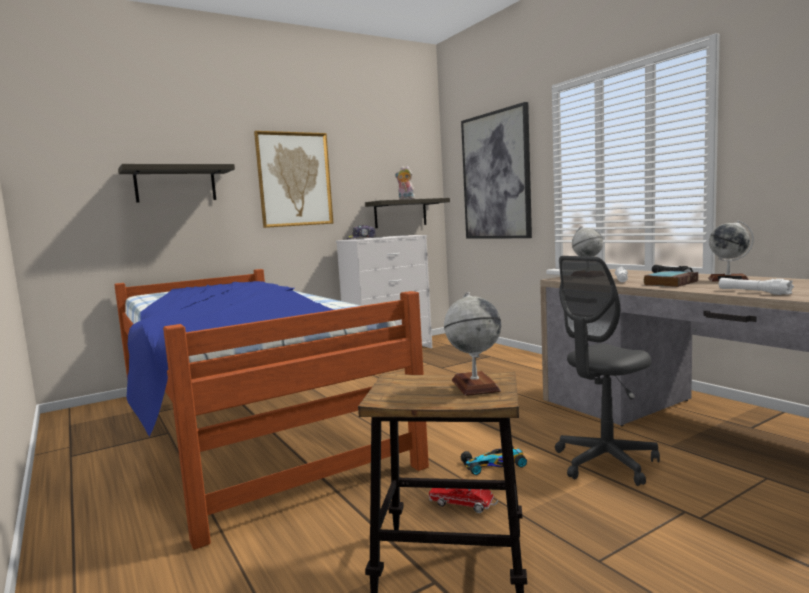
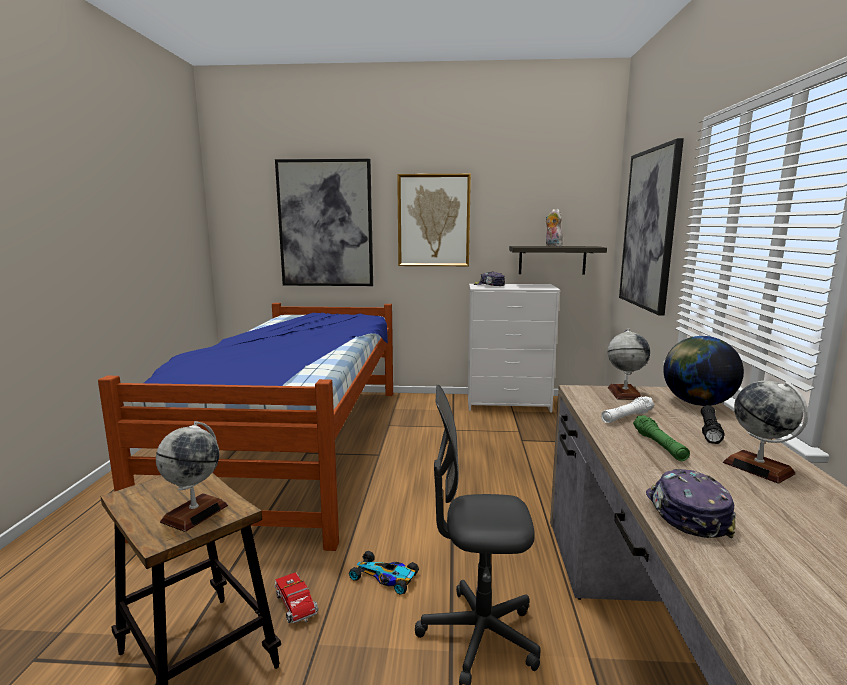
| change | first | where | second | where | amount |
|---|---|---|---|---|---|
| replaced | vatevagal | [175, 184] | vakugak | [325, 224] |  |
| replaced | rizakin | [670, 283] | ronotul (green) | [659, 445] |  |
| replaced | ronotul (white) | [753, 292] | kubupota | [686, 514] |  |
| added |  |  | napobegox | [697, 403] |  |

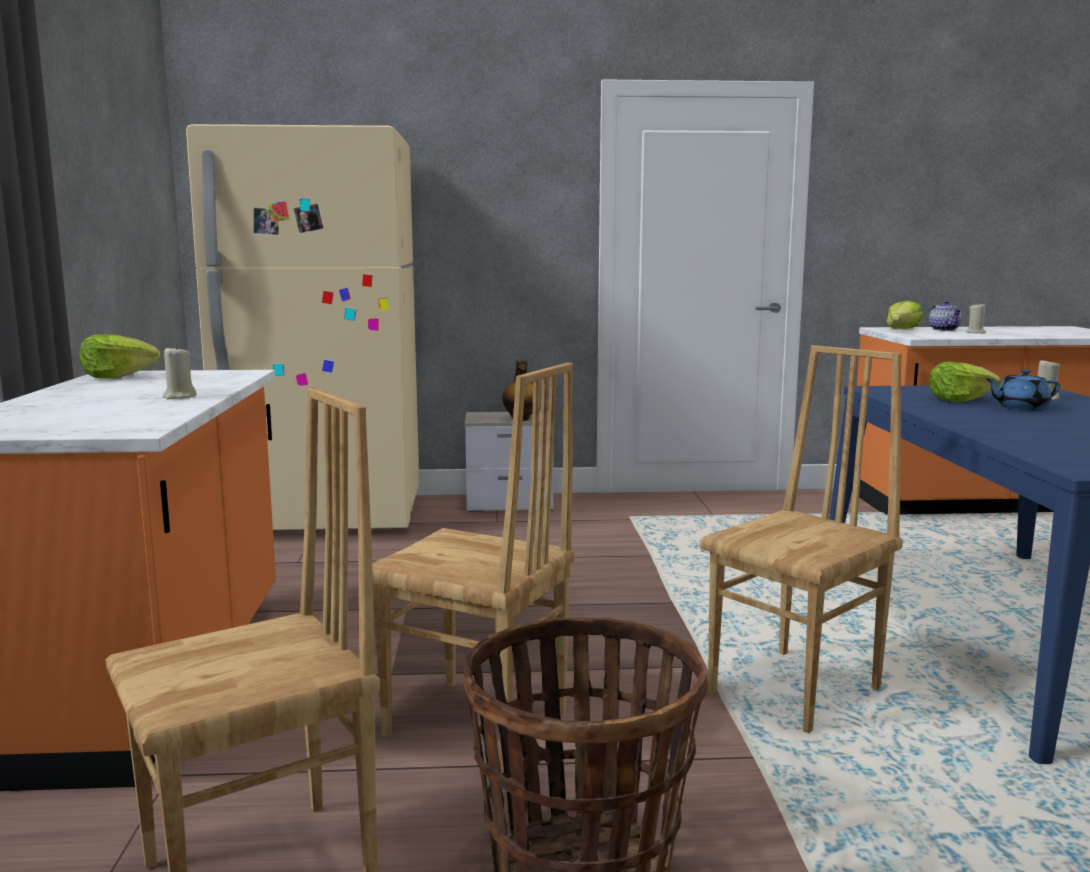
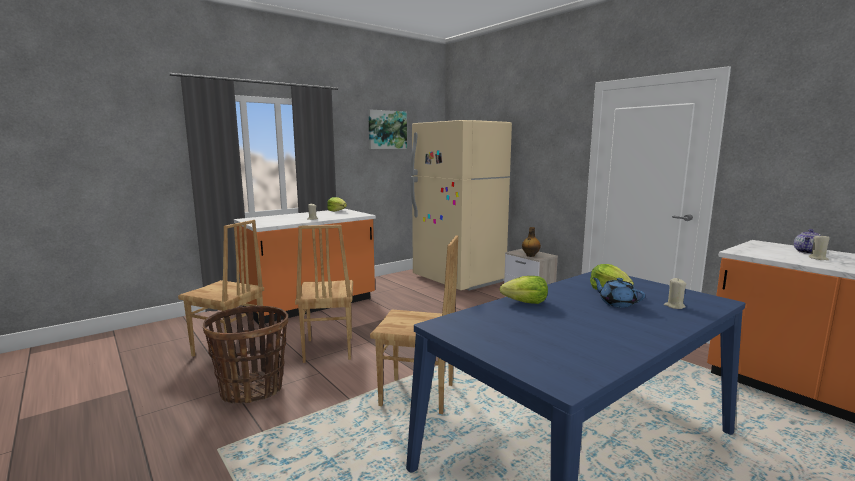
| change | first | where | second | where | amount |
|---|---|---|---|---|---|
| moved | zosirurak | [902, 329] |  | [525, 302] |  |
| added |  |  | vakugak | [387, 130] |  |

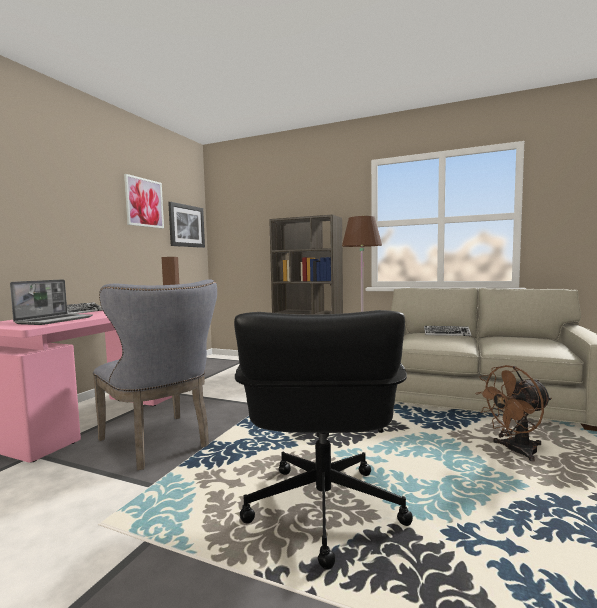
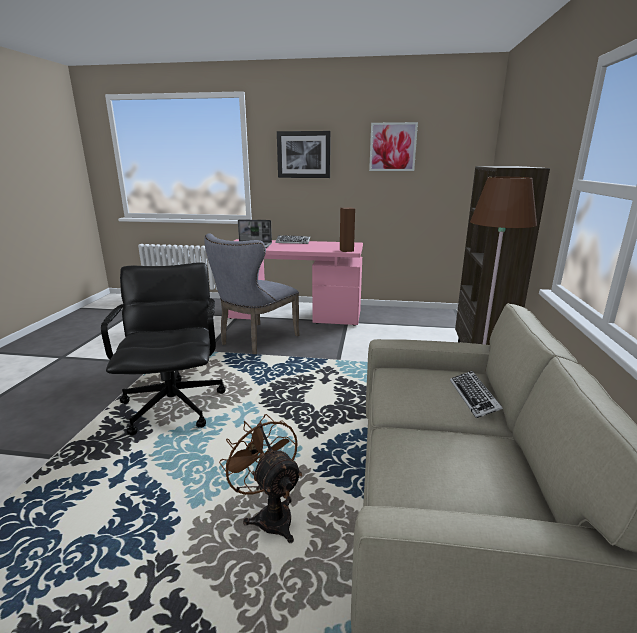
| change | first | where | second | where | amount |
|---|---|---|---|---|---|
| moved | vakugak | [186, 226] |  | [303, 154] |  |
| turned | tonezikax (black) | [322, 509] |  | [174, 405] | 90 degrees clockwise |

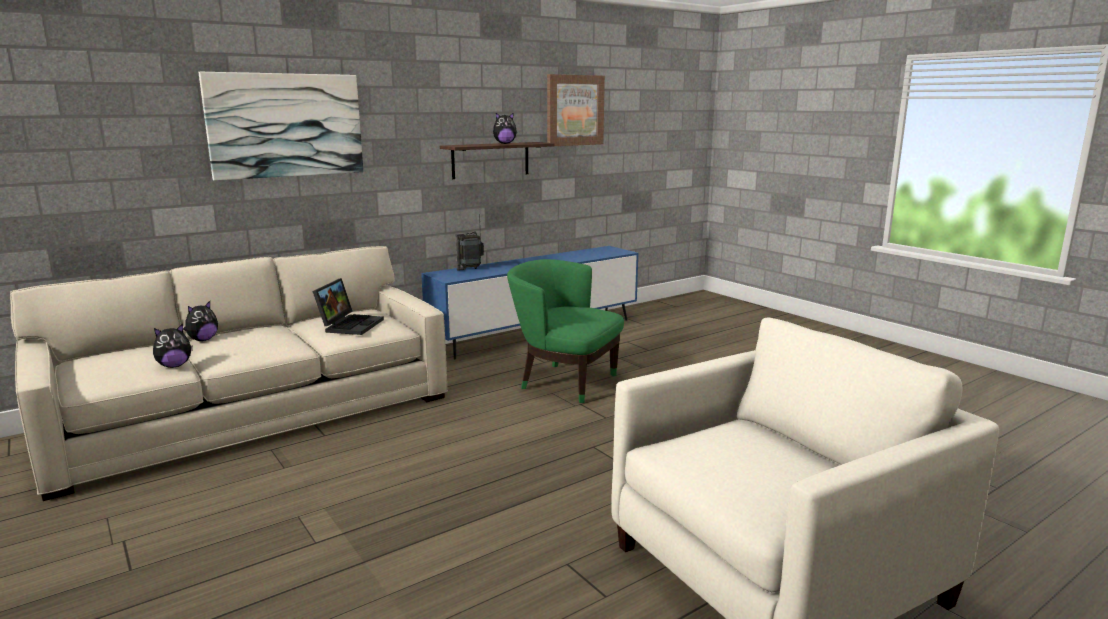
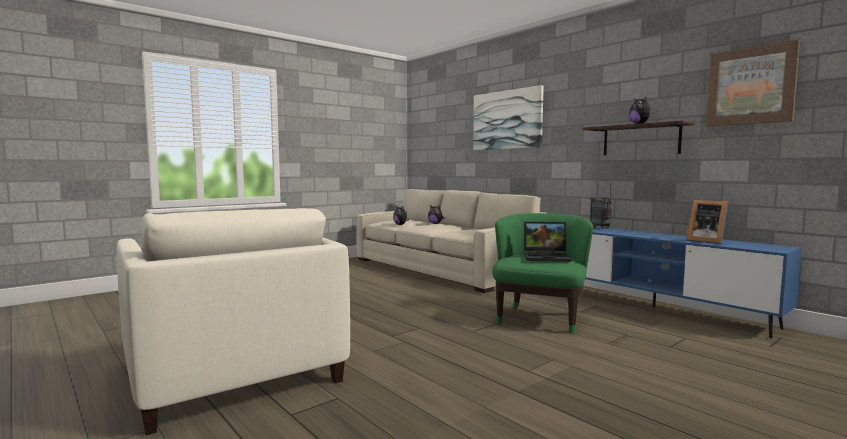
| change | first | where | second | where | amount |
|---|---|---|---|---|---|
| moved | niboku | [350, 325] |  | [547, 257] |  |
| added |  |  | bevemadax | [705, 241] |  |

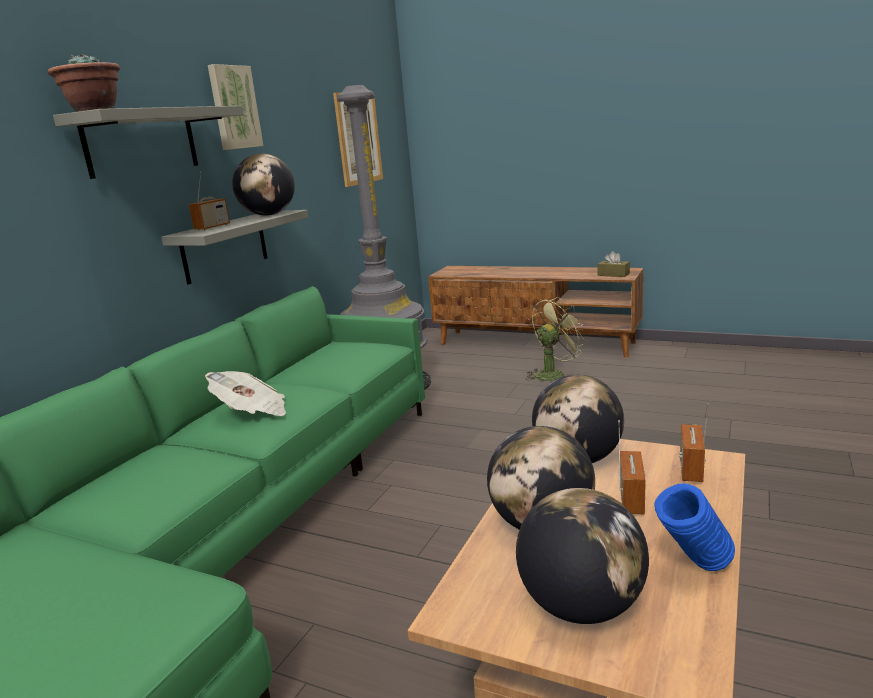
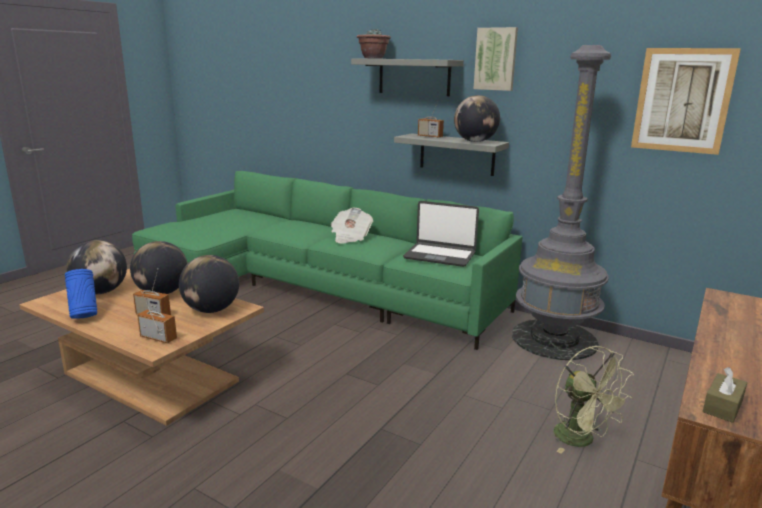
| change | first | where | second | where | amount |
|---|---|---|---|---|---|
| added |  |  | niboku | [440, 255] |  |

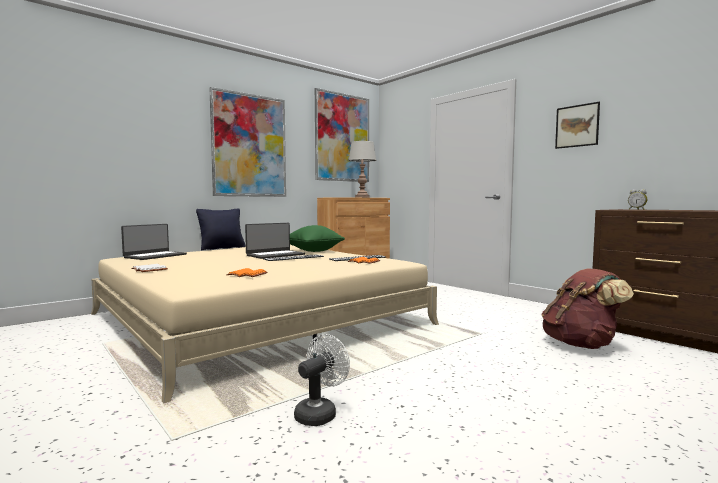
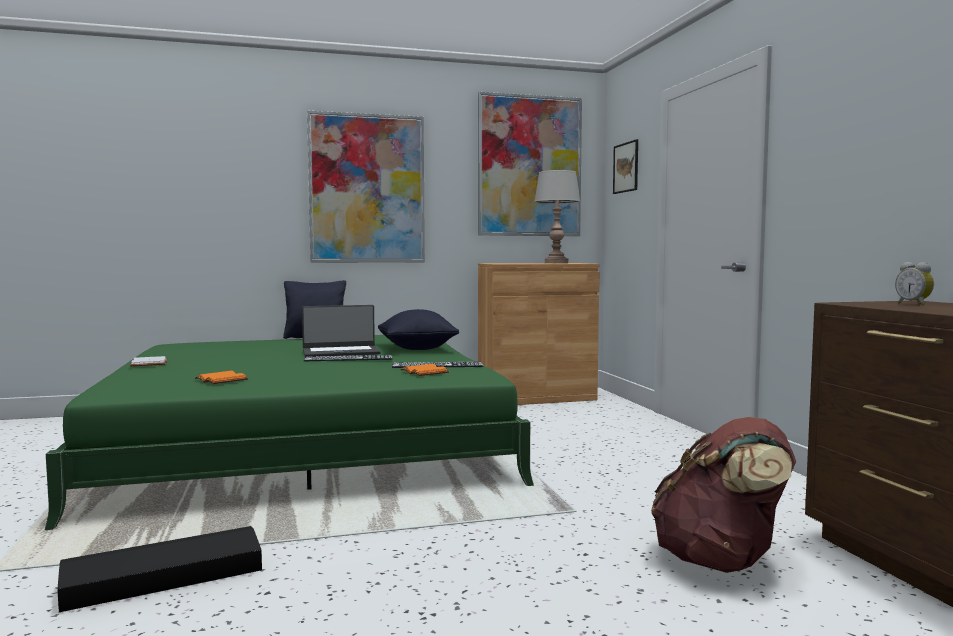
| change | first | where | second | where | amount |
|---|---|---|---|---|---|
| moved | vakugak | [577, 126] |  | [626, 167] |  |
| removed | niboku | [155, 256] |  |  |  |
| recoloured | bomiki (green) | [313, 251] | bomiki (black) | [417, 348] |  |
| recoloured | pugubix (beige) | [256, 319] | pugubix (green) | [304, 442] |  |
| replaced | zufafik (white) | [320, 413] | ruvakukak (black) | [163, 578] |  |

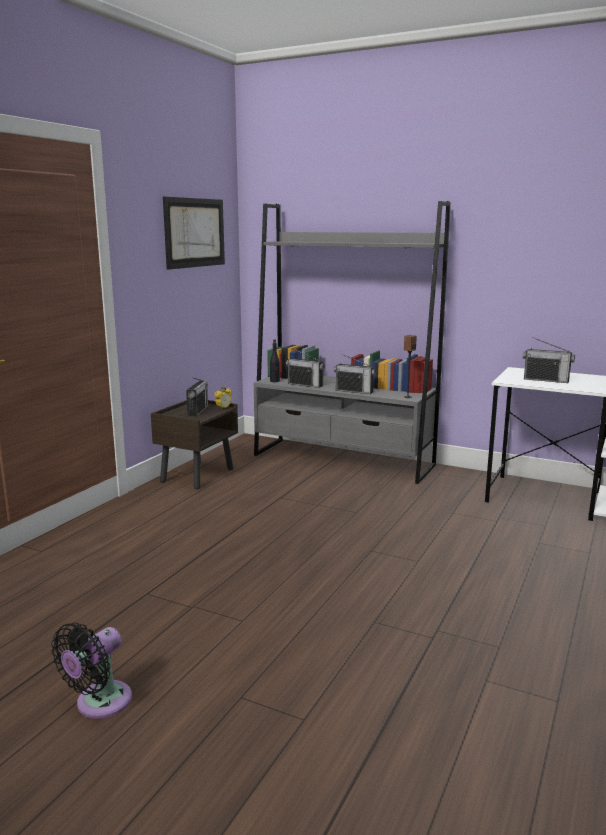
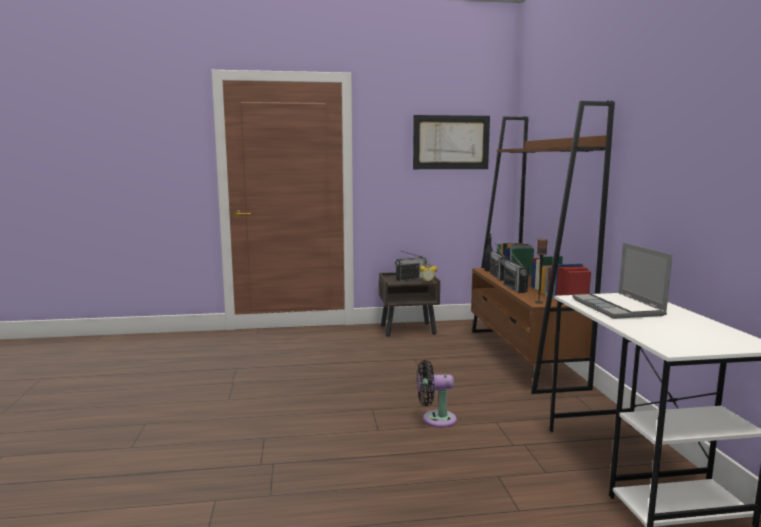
| change | first | where | second | where | amount |
|---|---|---|---|---|---|
| recoloured | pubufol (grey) | [343, 460] | pubufol (brown) | [523, 357] |  |
| replaced | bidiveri | [546, 380] | niboku | [619, 308] |  |
| moved | zufafik (black) | [99, 703] |  | [435, 419] |  |

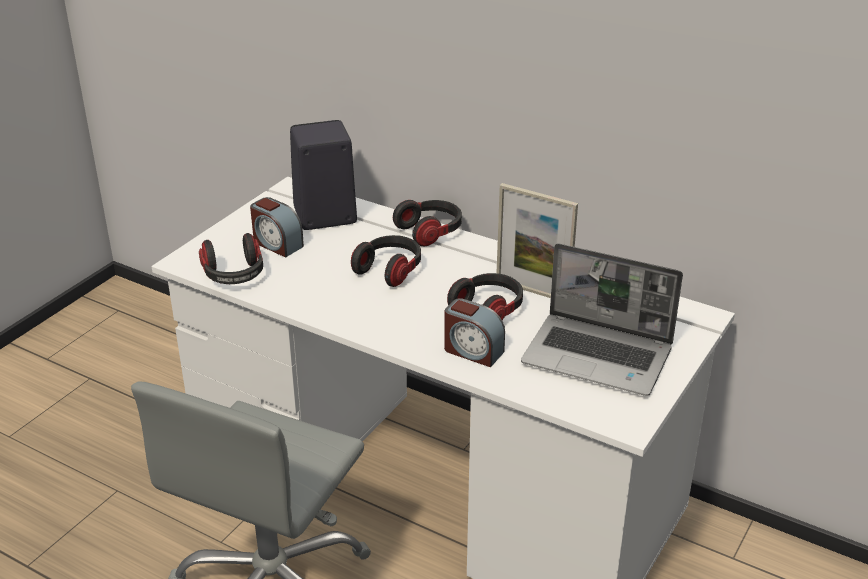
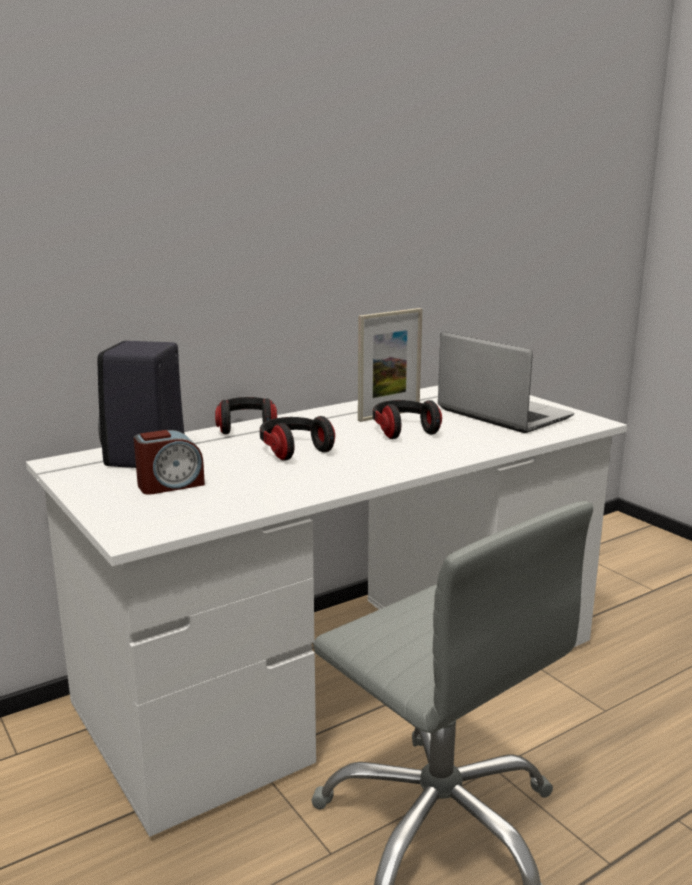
| change | first | where | second | where | amount |
|---|---|---|---|---|---|
| removed | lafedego | [234, 275] |  |  |  |
| turned | niboku | [599, 356] |  | [501, 414] | 90 degrees counterclockwise |
| removed | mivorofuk | [472, 351] |  |  |  |

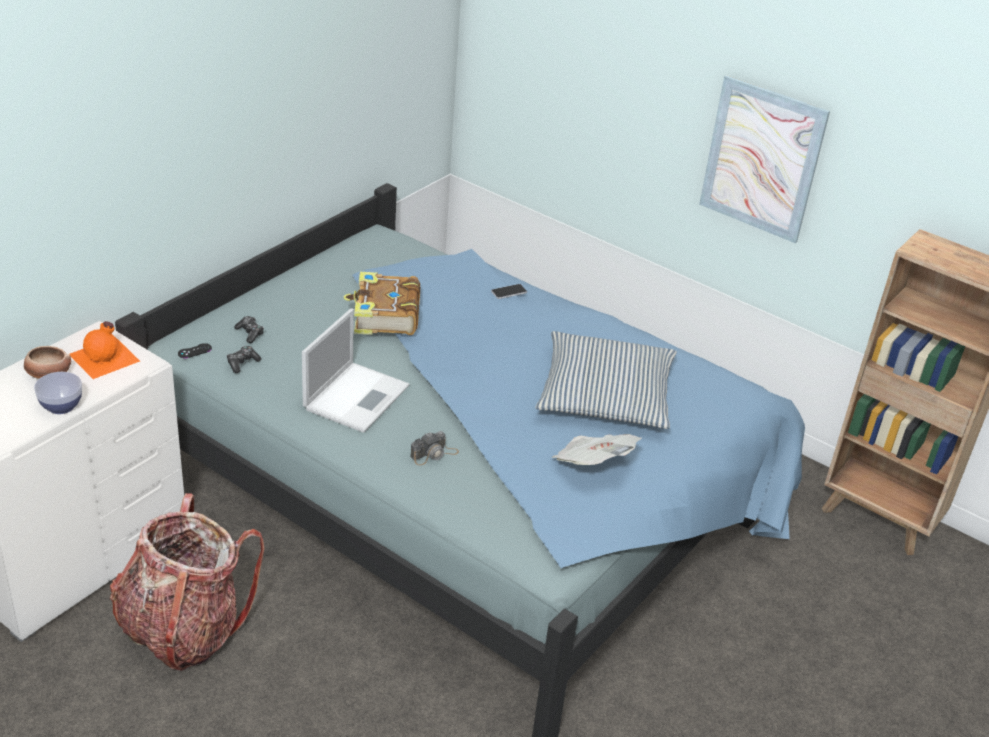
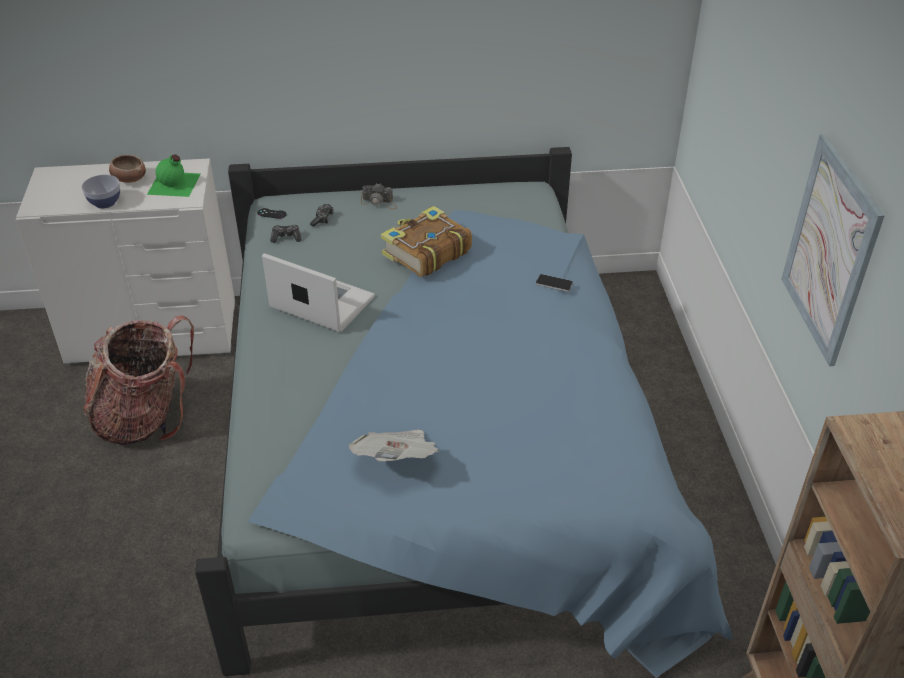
| change | first | where | second | where | amount |
|---|---|---|---|---|---|
| turned | niboku | [357, 396] |  | [320, 302] | 135 degrees counterclockwise |
| recoloured | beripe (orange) | [105, 357] | beripe (green) | [174, 184] |  |
| removed | bomiki | [605, 394] |  |  |  |
| moved | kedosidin | [434, 454] |  | [379, 202] |  |

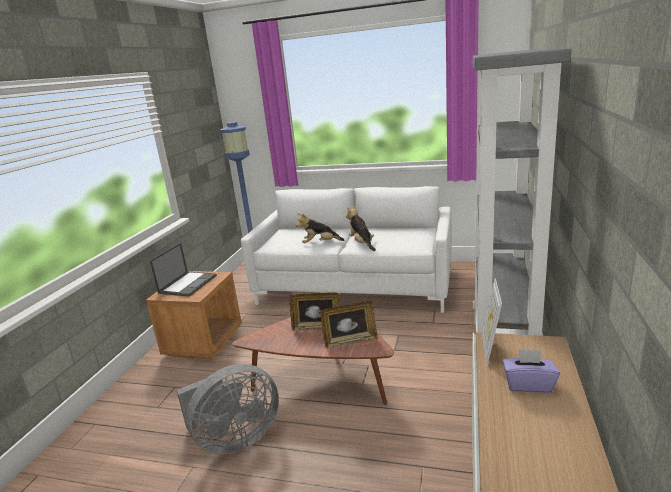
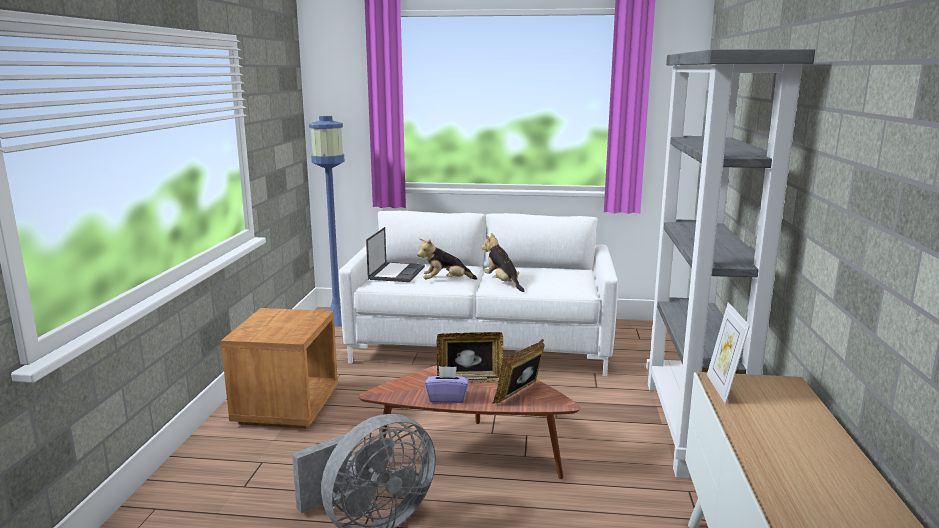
| change | first | where | second | where | amount |
|---|---|---|---|---|---|
| moved | niboku | [188, 284] |  | [396, 272] |  |
| turned | bevemadax | [350, 341] |  | [520, 395] | 150 degrees clockwise |
| moved | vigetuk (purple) | [528, 384] |  | [447, 398] |  |

